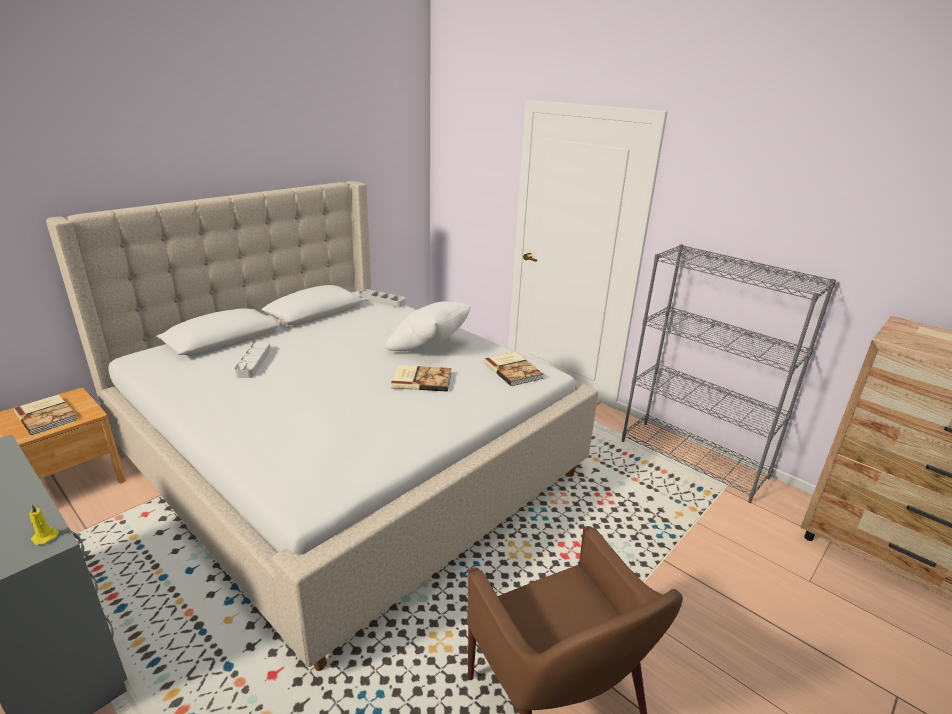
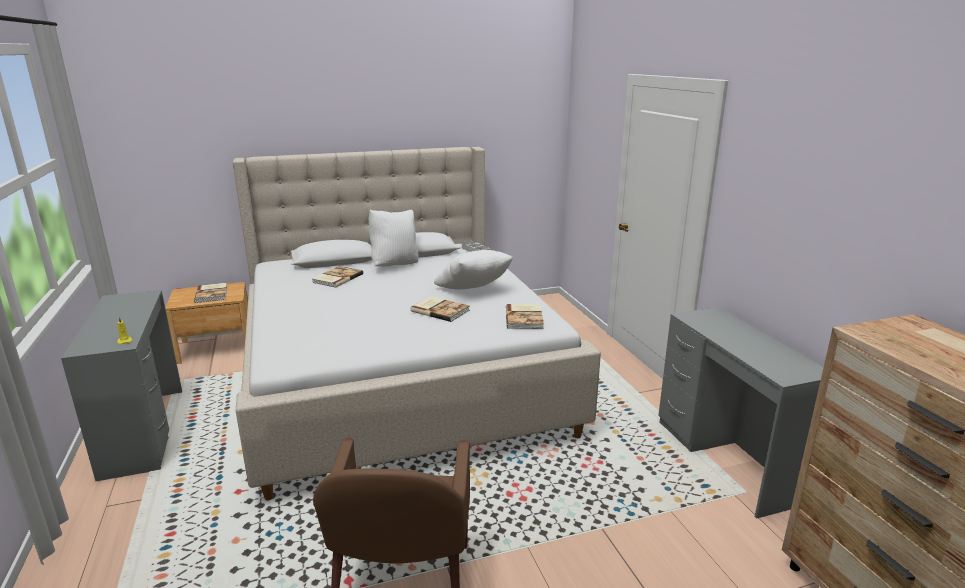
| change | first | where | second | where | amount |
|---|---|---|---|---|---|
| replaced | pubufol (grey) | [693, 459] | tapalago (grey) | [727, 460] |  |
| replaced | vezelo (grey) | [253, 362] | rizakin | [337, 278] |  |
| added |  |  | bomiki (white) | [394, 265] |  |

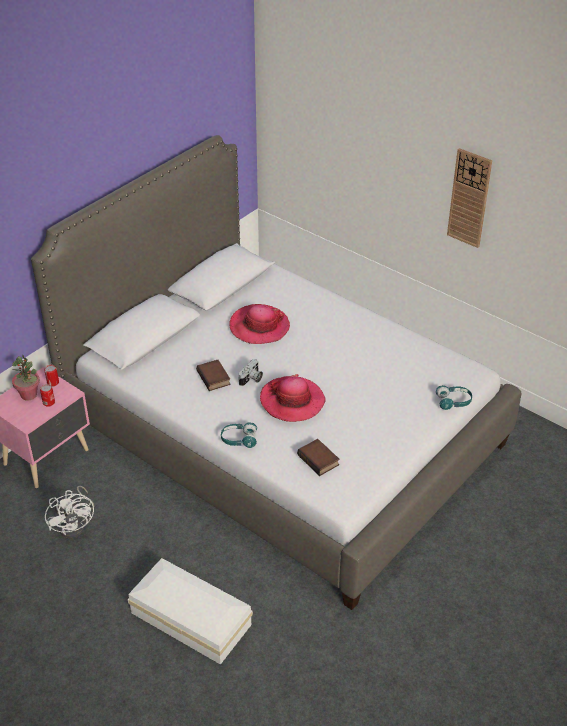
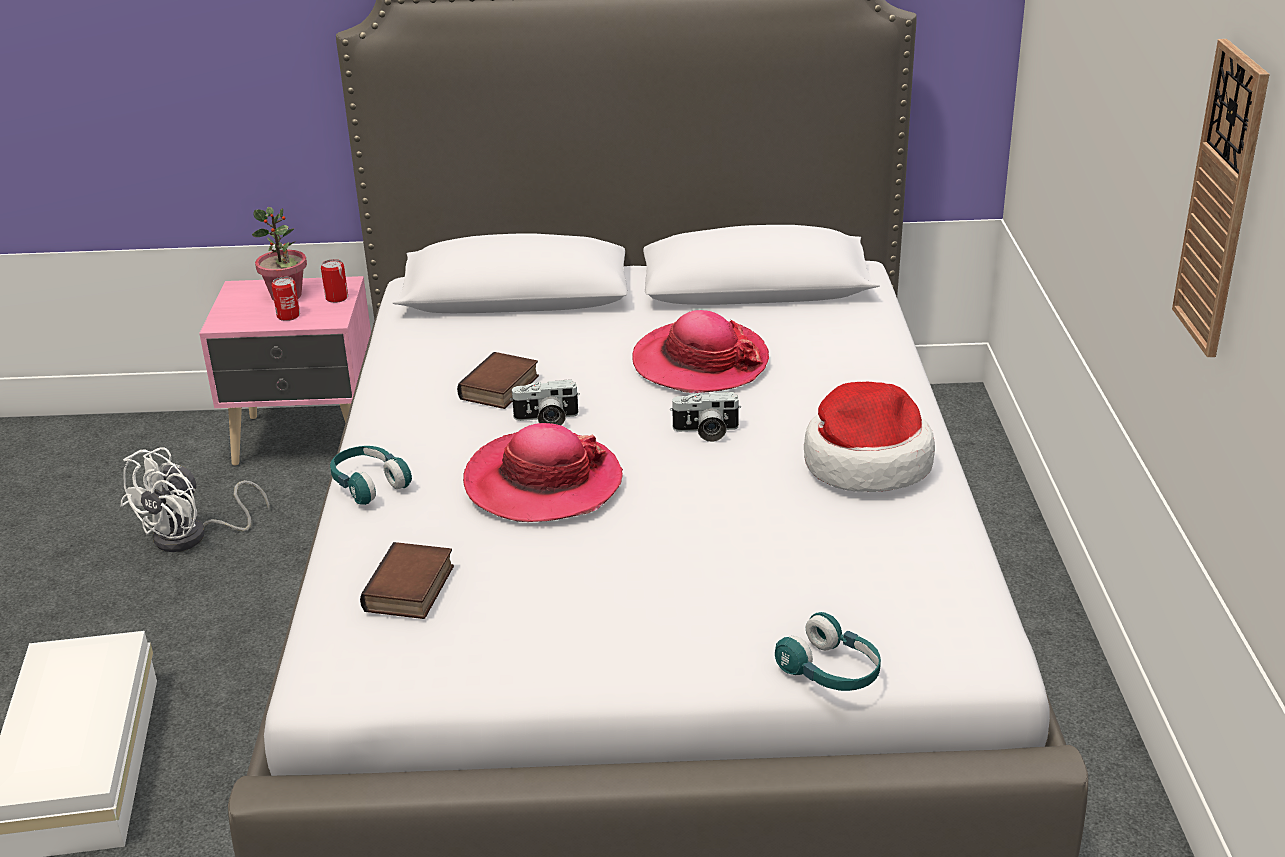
| change | first | where | second | where | amount |
|---|---|---|---|---|---|
| added |  |  | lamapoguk | [865, 463] |  |
| added |  |  | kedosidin | [706, 432] |  |

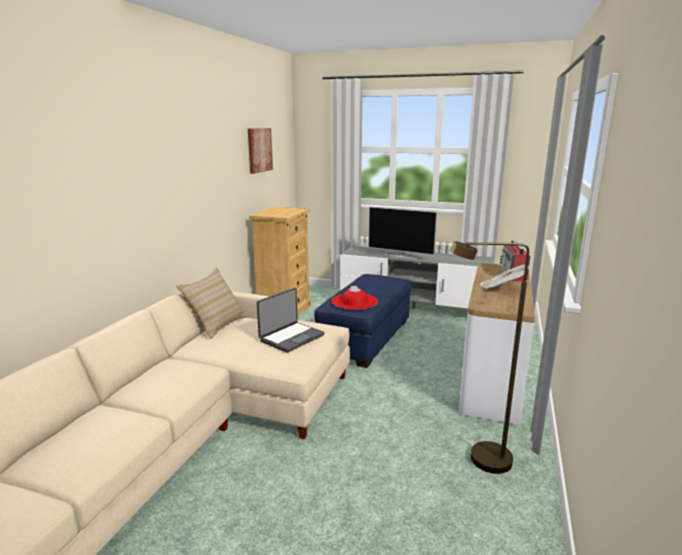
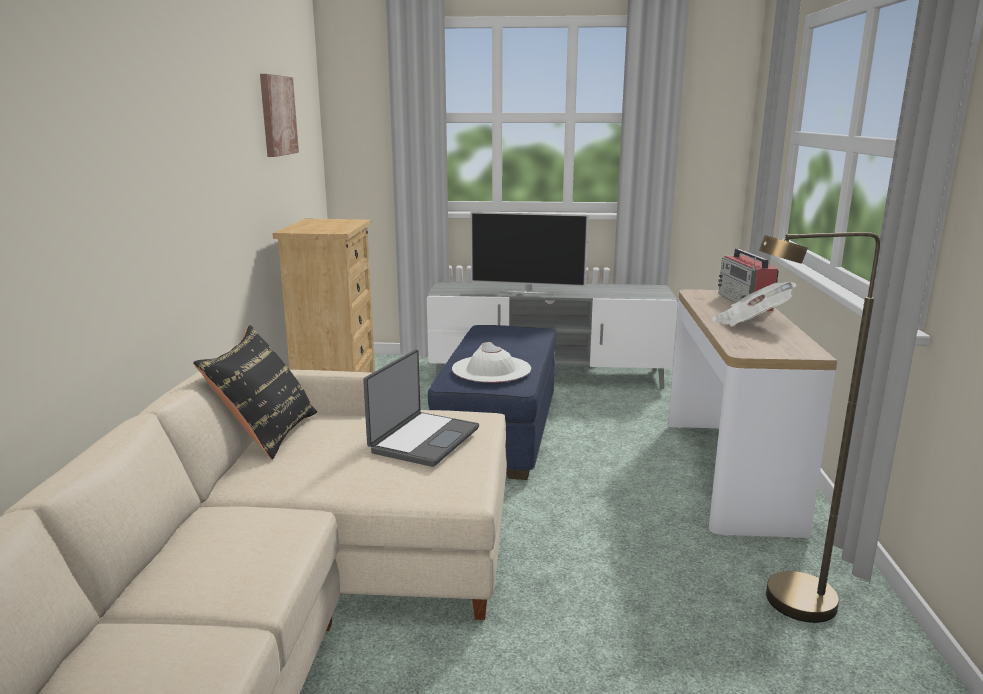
| change | first | where | second | where | amount |
|---|---|---|---|---|---|
| recoloured | bomiki (beige) | [216, 325] | bomiki (black) | [266, 433] |  |
| recoloured | lamapoguk (red) | [354, 301] | lamapoguk (white) | [491, 369] |  |

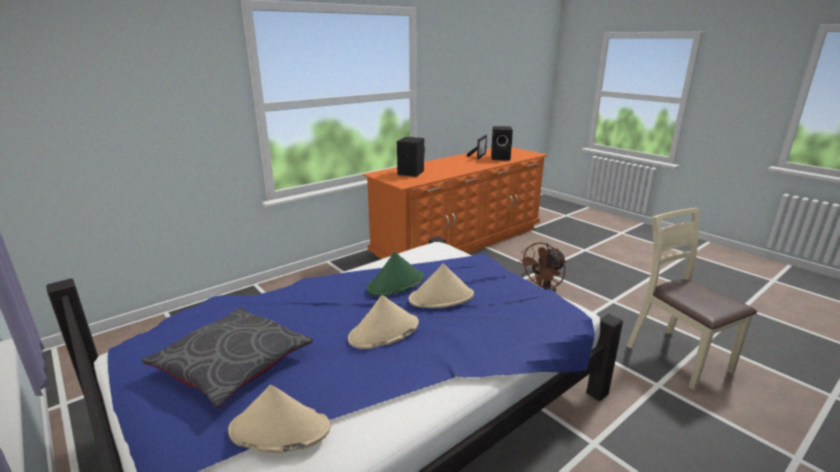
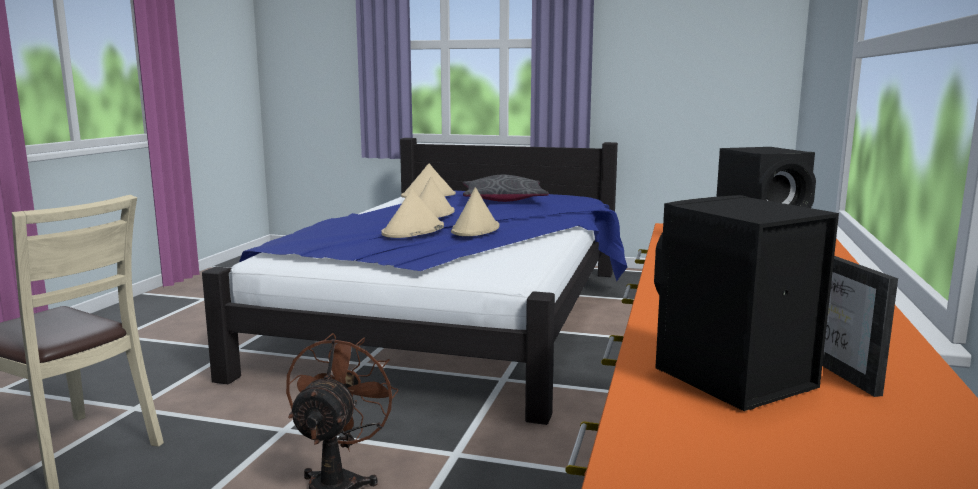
| change | first | where | second | where | amount |
|---|---|---|---|---|---|
| recoloured | lamapoguk (green) | [395, 284] | lamapoguk (beige) | [475, 230] |  |

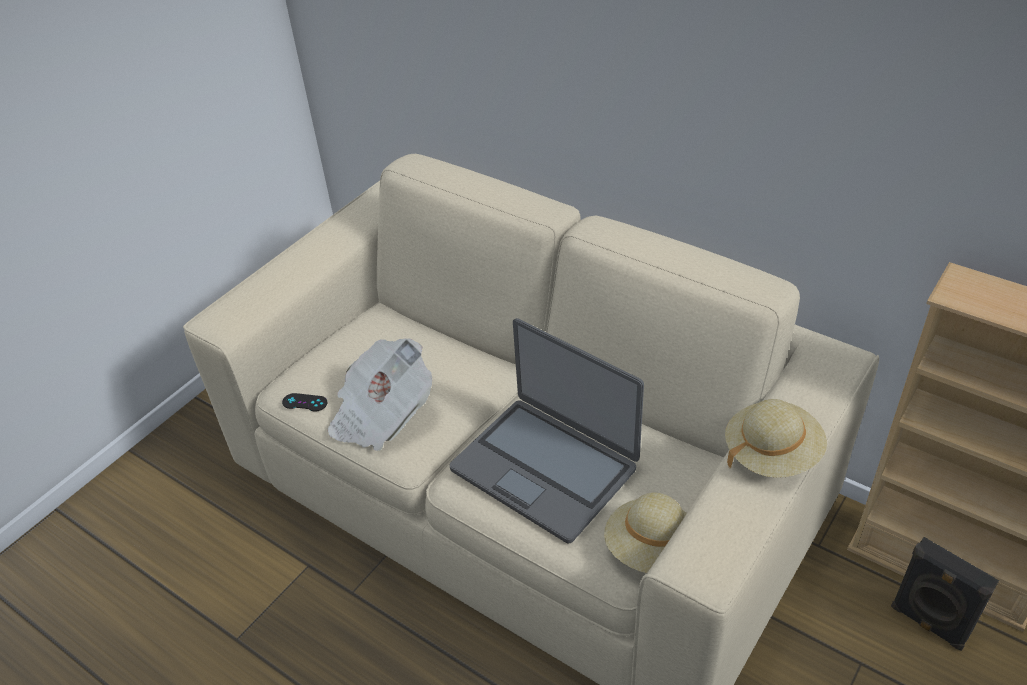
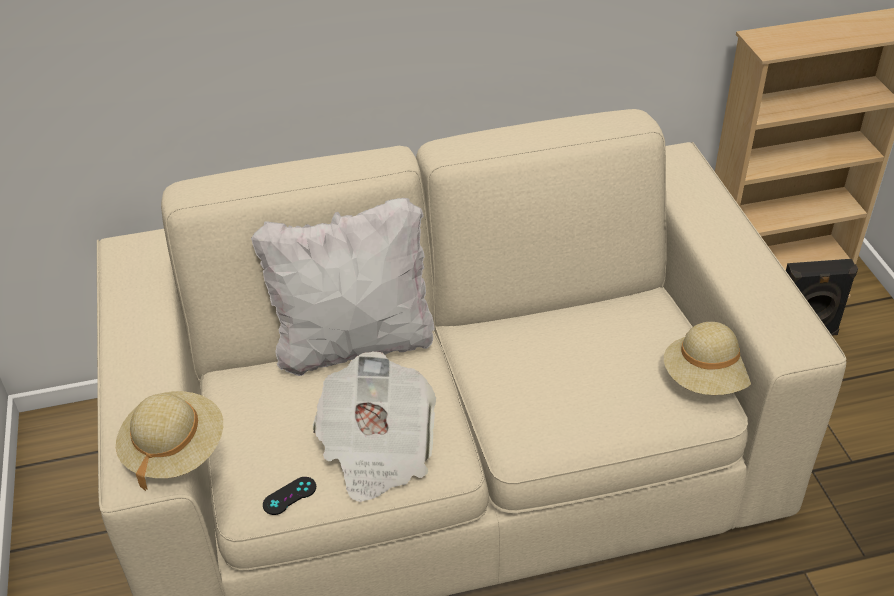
| change | first | where | second | where | amount |
|---|---|---|---|---|---|
| removed | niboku | [545, 467] |  |  |  |
| moved | lamapoguk (beige) | [771, 453] |  | [174, 450] |  |
| added |  |  | bomiki (white) | [354, 345] |  |

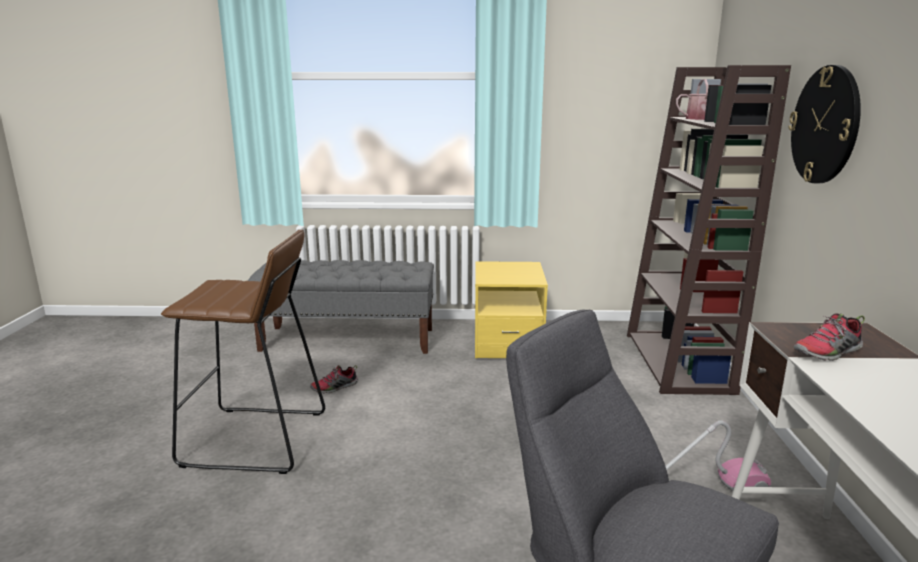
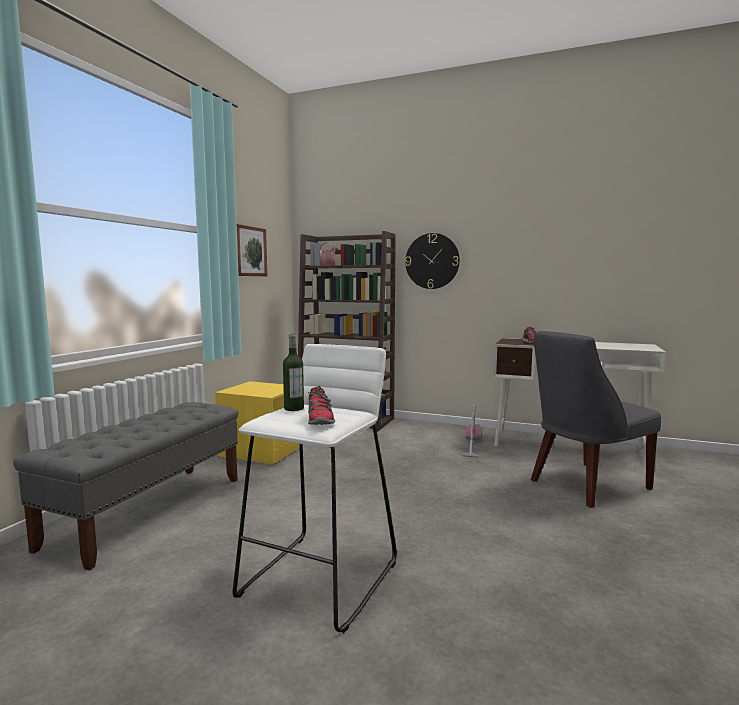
| change | first | where | second | where | amount |
|---|---|---|---|---|---|
| recoloured | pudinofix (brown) | [255, 439] | pudinofix (white) | [321, 578] |  |
| moved | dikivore | [335, 388] |  | [320, 420] |  |
| added |  |  | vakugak | [249, 251] |  |
| added |  |  | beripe | [294, 408] |  |

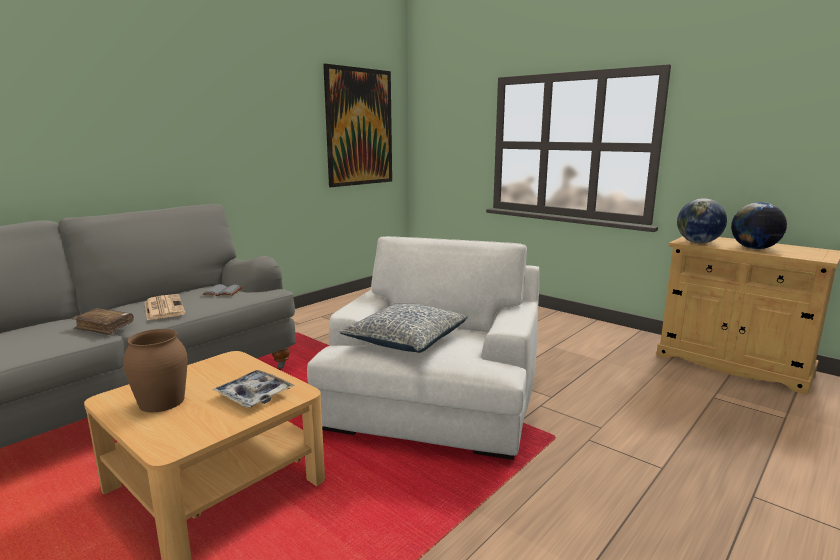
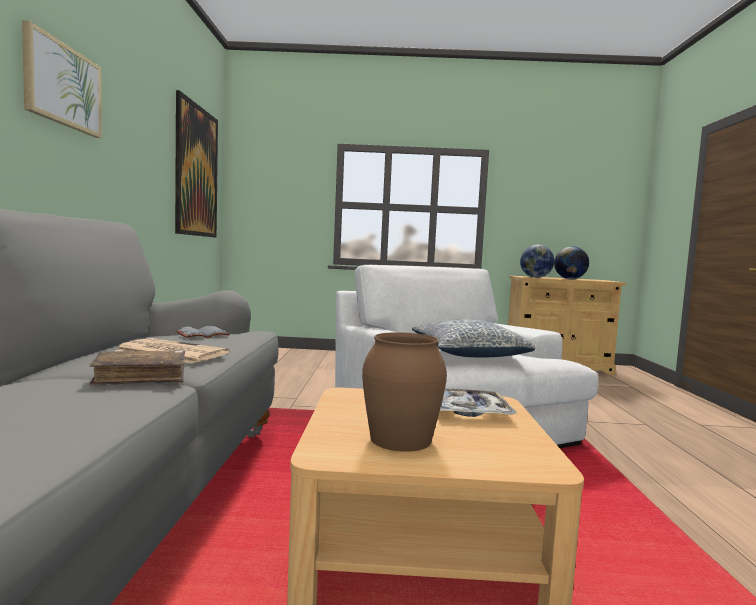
| change | first | where | second | where | amount |
|---|---|---|---|---|---|
| added |  |  | vakugak | [63, 85] |  |

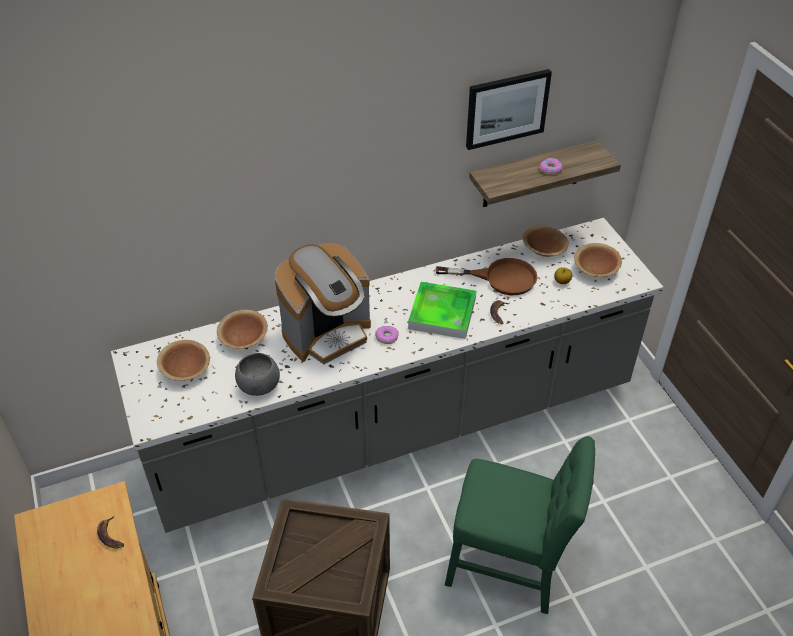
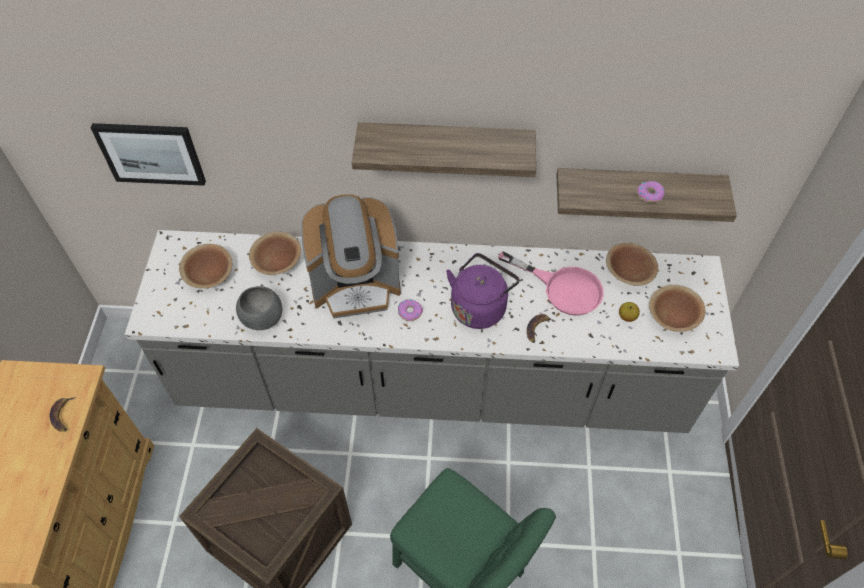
| change | first | where | second | where | amount |
|---|---|---|---|---|---|
| moved | vakugak | [506, 108] |  | [151, 153] |  |
| recoloured | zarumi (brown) | [500, 278] | zarumi (pink) | [563, 288] |  |
| replaced | vezelo | [442, 313] | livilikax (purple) | [480, 306] |  |
| added |  |  | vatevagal | [445, 147] |  |

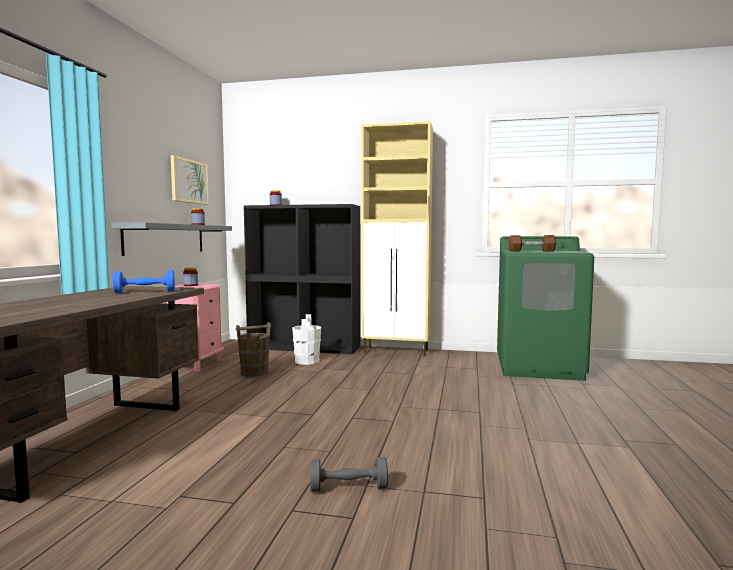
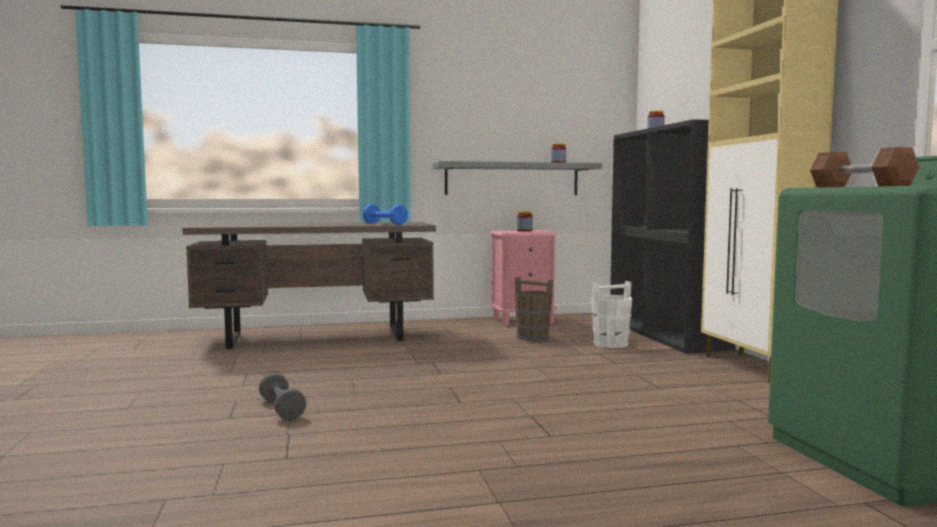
| change | first | where | second | where | amount |
|---|---|---|---|---|---|
| removed | vakugak | [189, 181] |  |  |  |

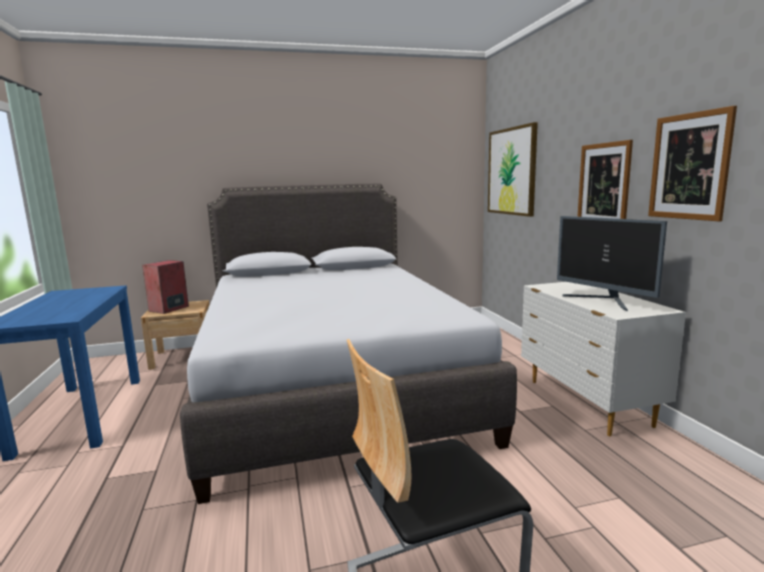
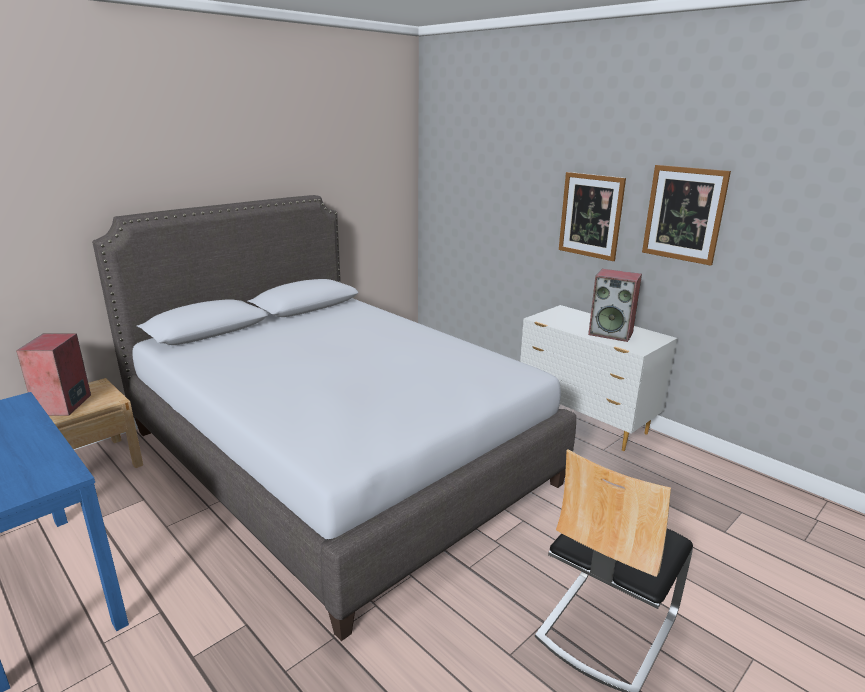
| change | first | where | second | where | amount |
|---|---|---|---|---|---|
| removed | vakugak | [511, 171] |  |  |  |
| replaced | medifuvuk | [604, 301] | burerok | [611, 333] |  |

